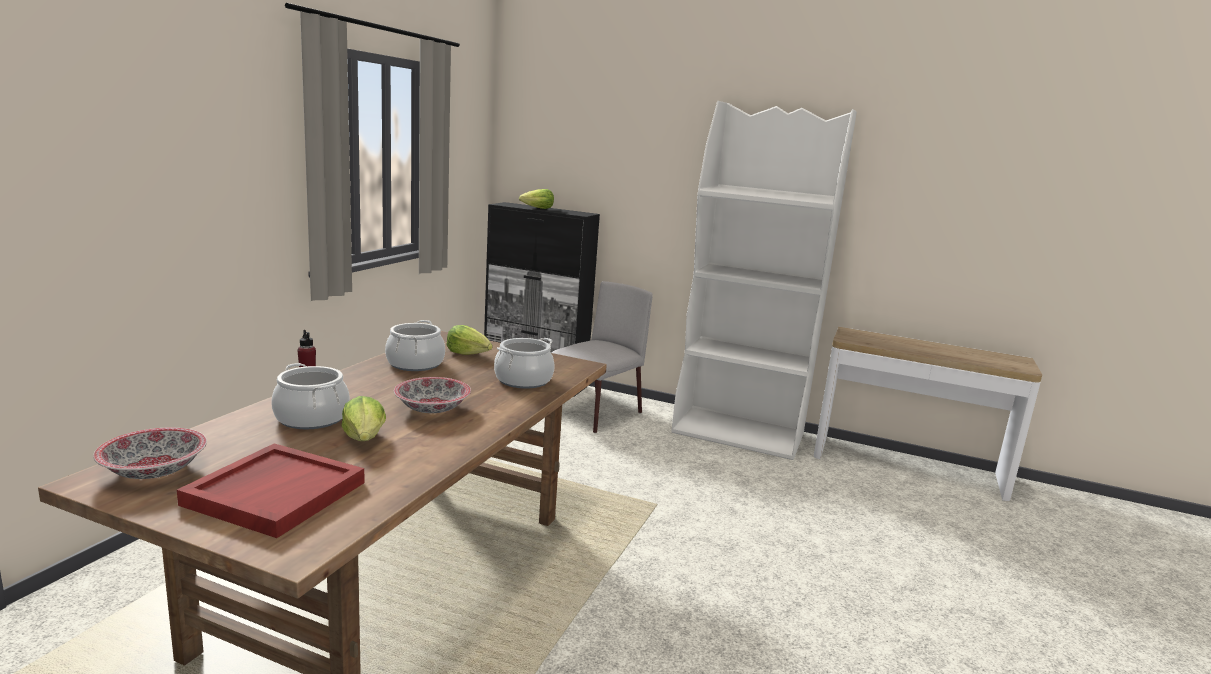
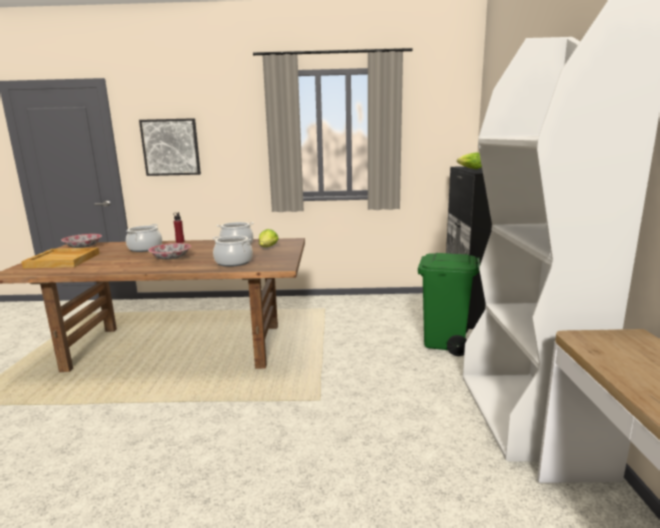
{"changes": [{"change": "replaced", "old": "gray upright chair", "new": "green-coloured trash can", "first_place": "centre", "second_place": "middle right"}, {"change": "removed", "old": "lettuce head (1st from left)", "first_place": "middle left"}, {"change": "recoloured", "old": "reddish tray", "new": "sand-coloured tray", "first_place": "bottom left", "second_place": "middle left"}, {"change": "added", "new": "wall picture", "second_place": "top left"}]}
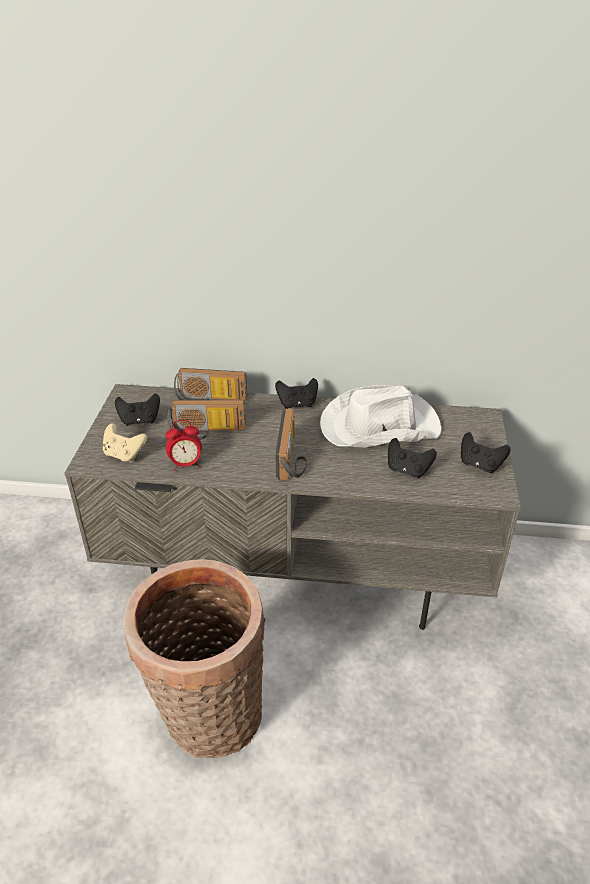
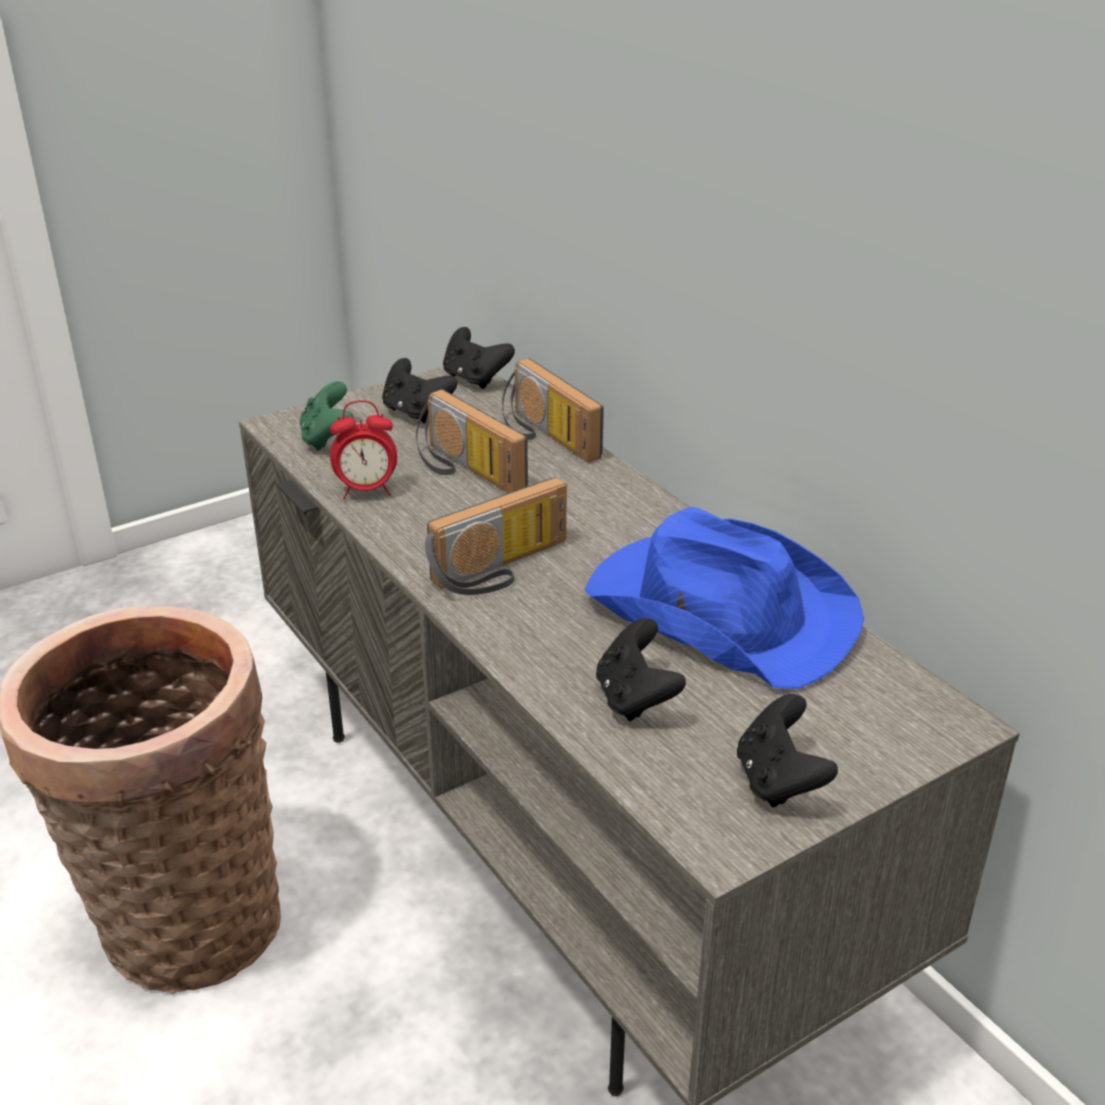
{"changes": [{"change": "moved", "old": "black-coloured game controller (2nd from left)", "first_place": "centre", "second_place": "top centre"}, {"change": "recoloured", "old": "white-coloured wearable hat", "new": "blue-coloured wearable hat", "first_place": "centre", "second_place": "centre"}, {"change": "turned", "old": "table clock", "first_place": "middle left", "second_place": "middle left", "degrees": -45}, {"change": "recoloured", "old": "sand-coloured game controller", "new": "green-coloured game controller", "first_place": "middle left", "second_place": "middle left"}]}
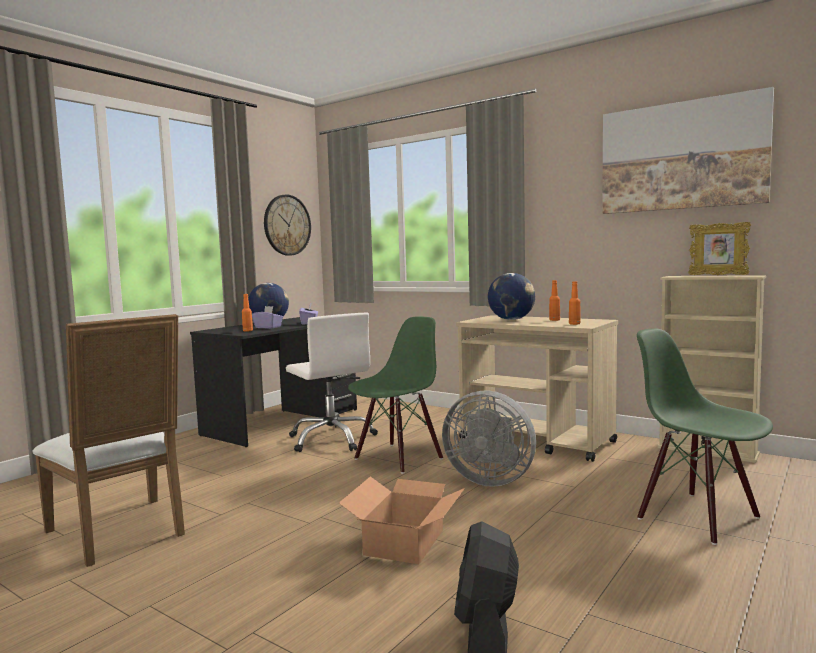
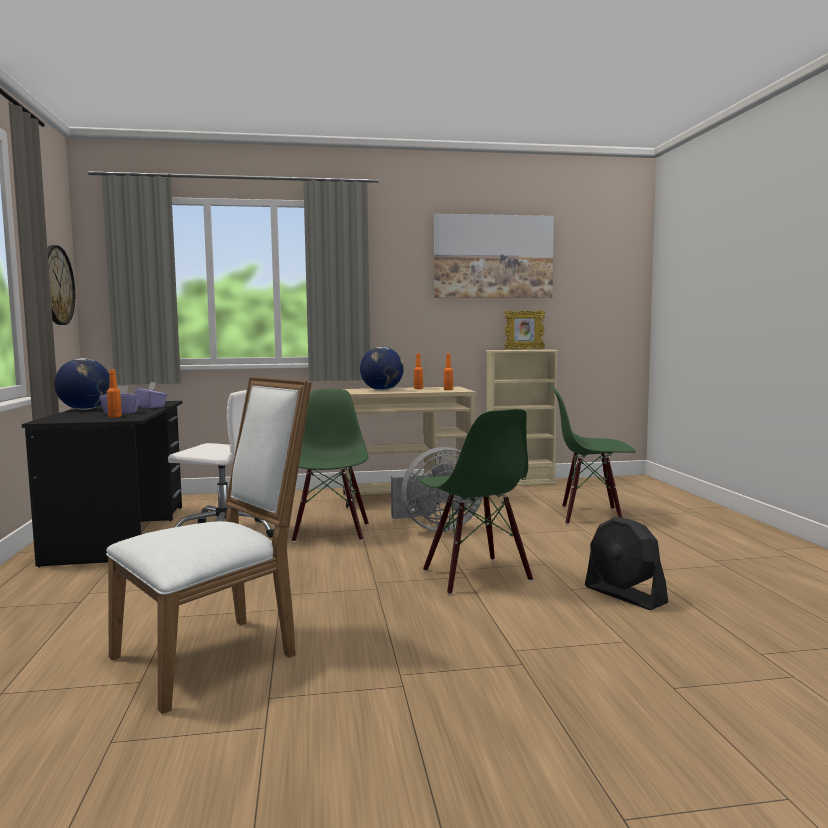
{"changes": [{"change": "turned", "old": "white-coloured upright chair", "first_place": "bottom left", "second_place": "middle left", "degrees": -45}, {"change": "replaced", "old": "packing box", "new": "green-coloured upright chair (2nd from left)", "first_place": "bottom centre", "second_place": "centre"}]}
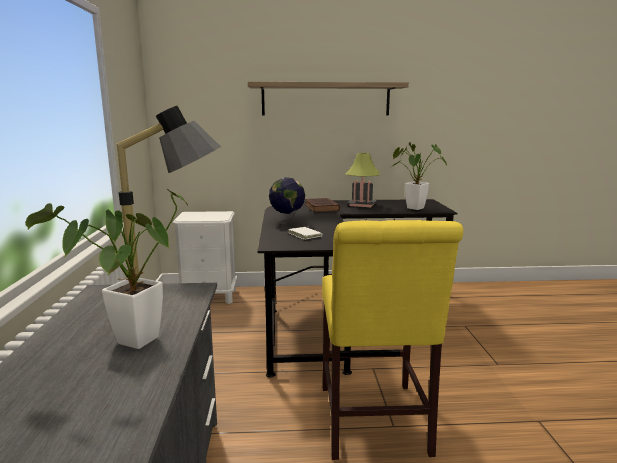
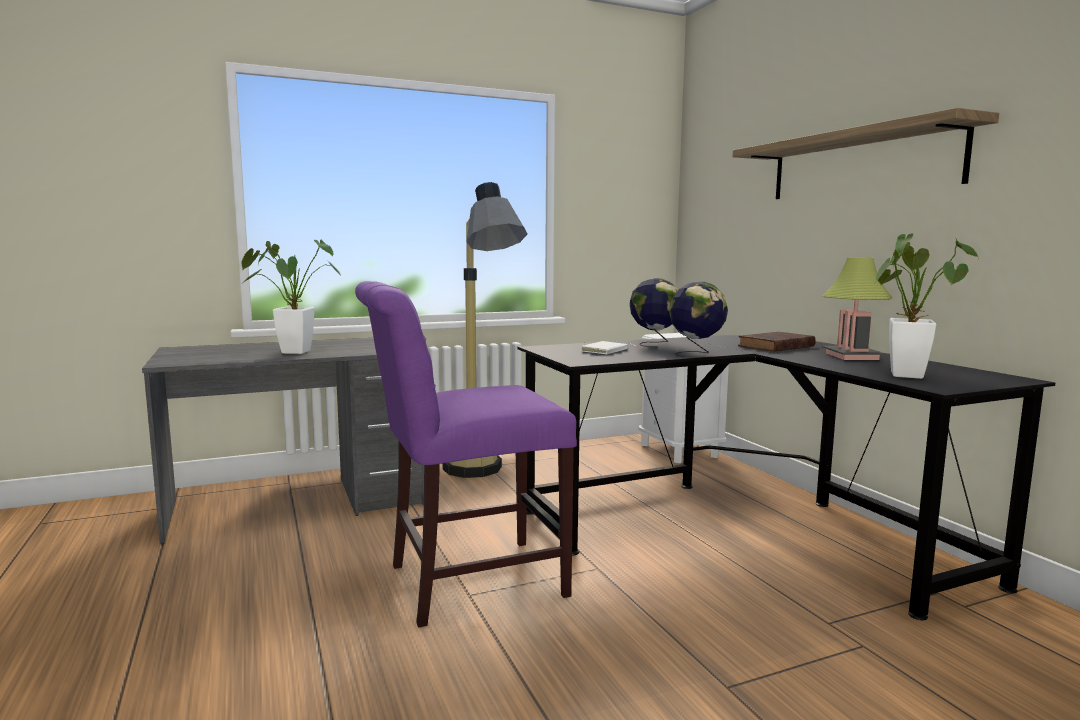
{"changes": [{"change": "recoloured", "old": "yellow-coloured upright chair", "new": "purplish upright chair", "first_place": "bottom centre", "second_place": "centre"}, {"change": "added", "new": "desk globe (2nd from left)", "second_place": "centre"}]}
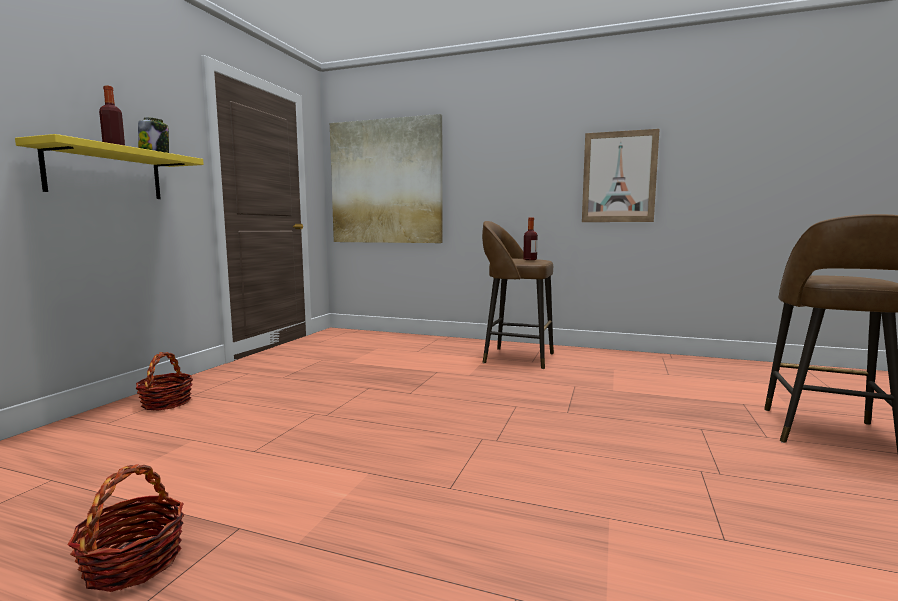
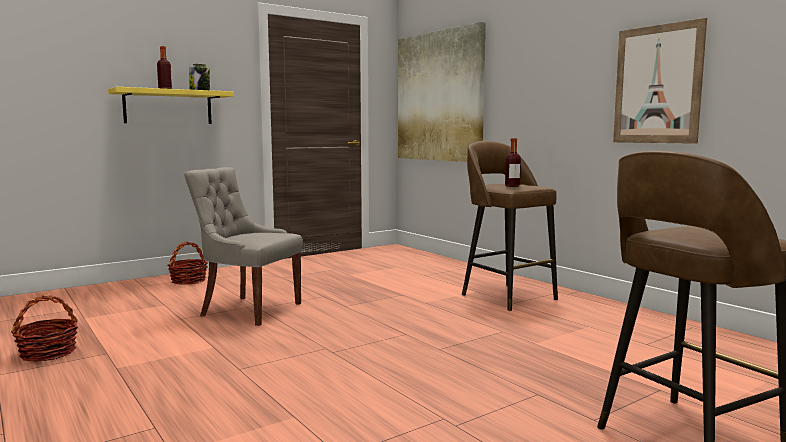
{"changes": [{"change": "added", "new": "gray upright chair", "second_place": "middle left"}]}
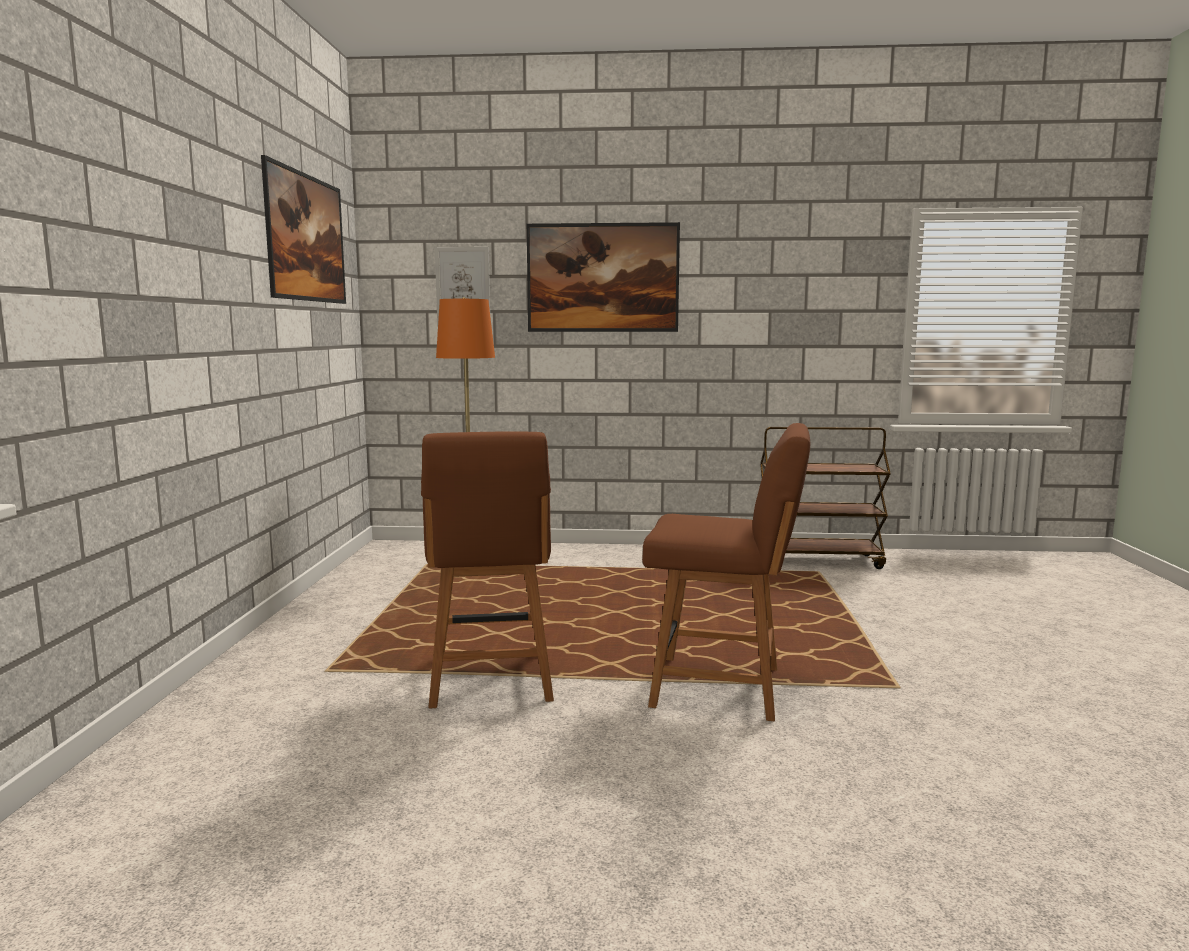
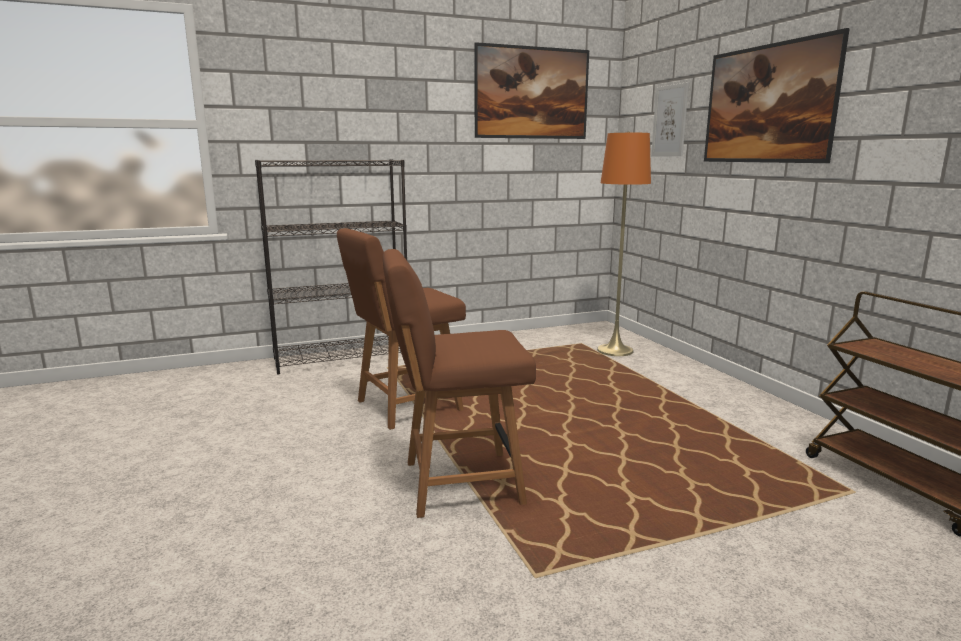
{"changes": [{"change": "turned", "old": "brown upright chair (2nd from left)", "first_place": "centre", "second_place": "centre", "degrees": 90}, {"change": "added", "new": "black-coloured bookshelf", "second_place": "centre"}]}
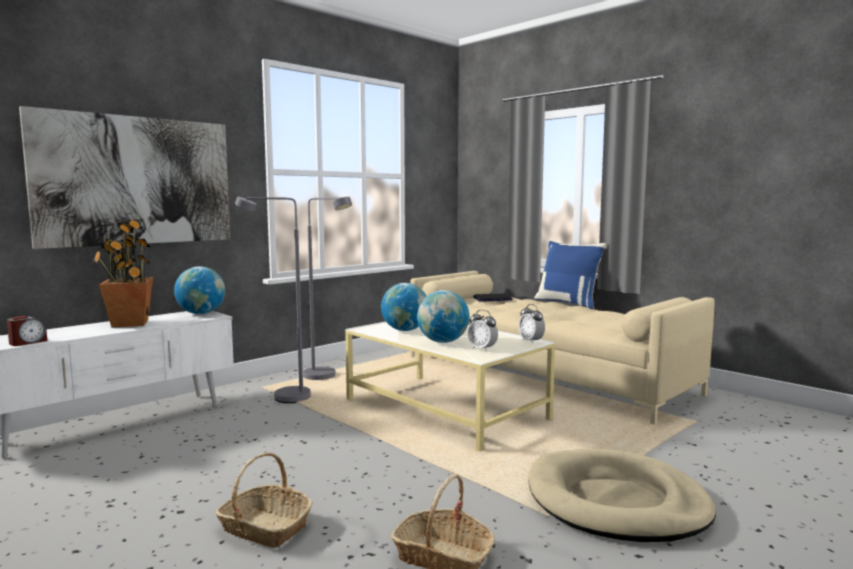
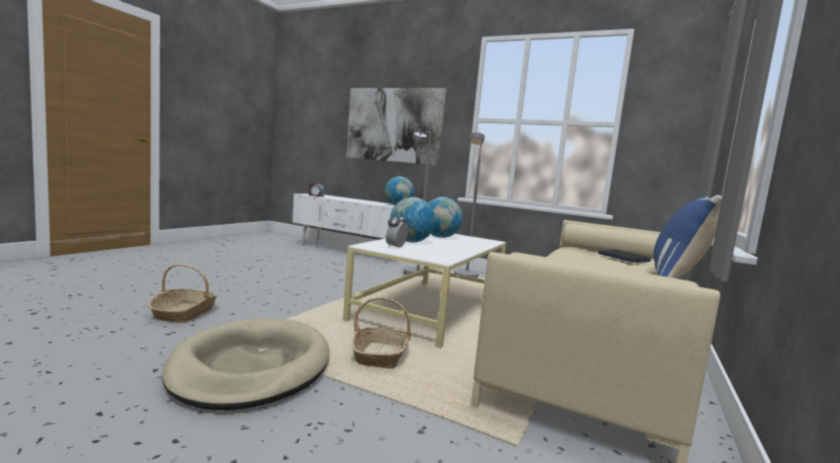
{"changes": [{"change": "removed", "old": "potted plant", "first_place": "middle left"}, {"change": "removed", "old": "table clock (3rd from left)", "first_place": "centre"}, {"change": "moved", "old": "household basket (1st from left in the first image)", "new": "household basket (2nd from left)", "first_place": "bottom left", "second_place": "bottom centre"}]}
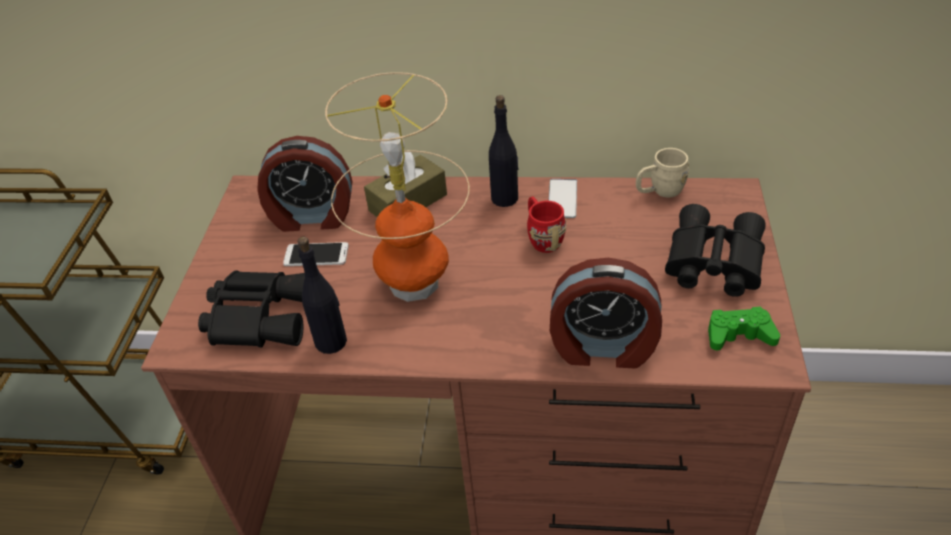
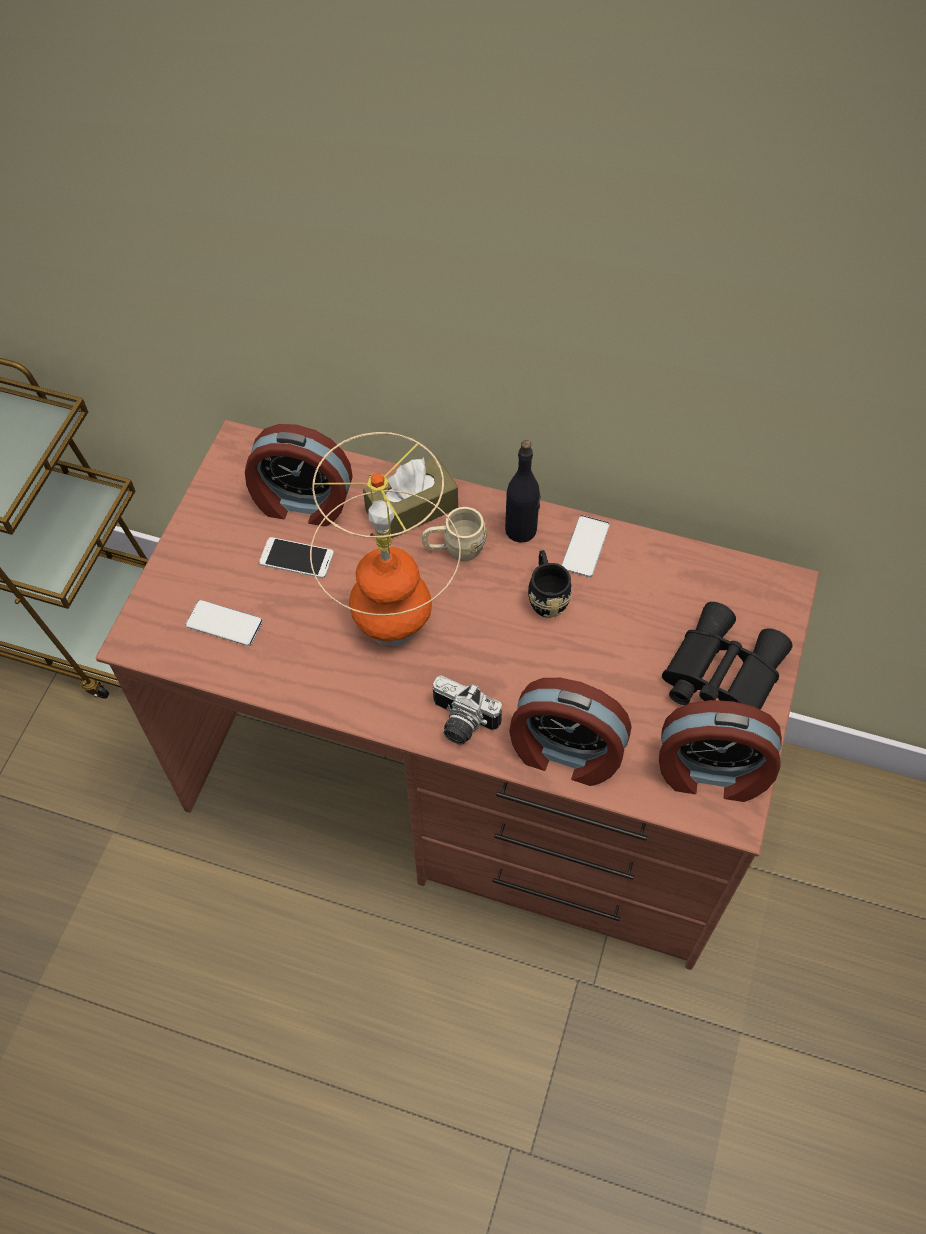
{"changes": [{"change": "moved", "old": "sand-coloured coffee mug", "first_place": "top right", "second_place": "centre"}, {"change": "recoloured", "old": "reddish coffee mug", "new": "black-coloured coffee mug", "first_place": "centre", "second_place": "centre"}, {"change": "removed", "old": "black-coloured bottle (1st from left)", "first_place": "centre"}, {"change": "replaced", "old": "black-coloured binoculars (1st from left)", "new": "handset (1st from left)", "first_place": "middle left", "second_place": "middle left"}, {"change": "replaced", "old": "green-coloured game controller", "new": "table clock (3rd from left)", "first_place": "middle right", "second_place": "middle right"}, {"change": "added", "new": "photo camera", "second_place": "centre"}]}
